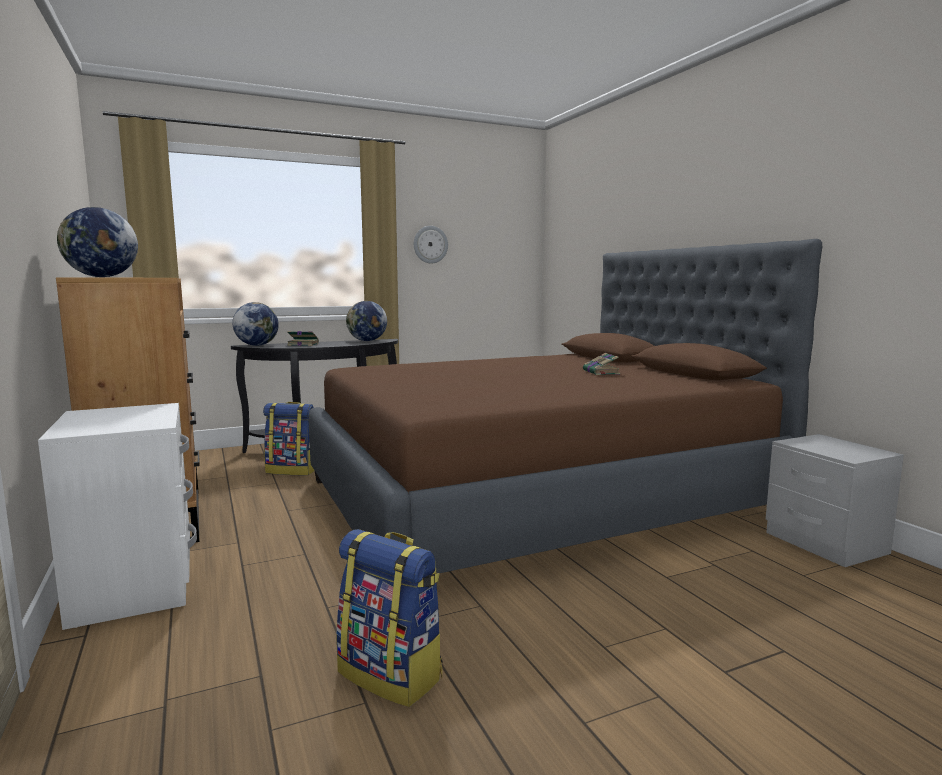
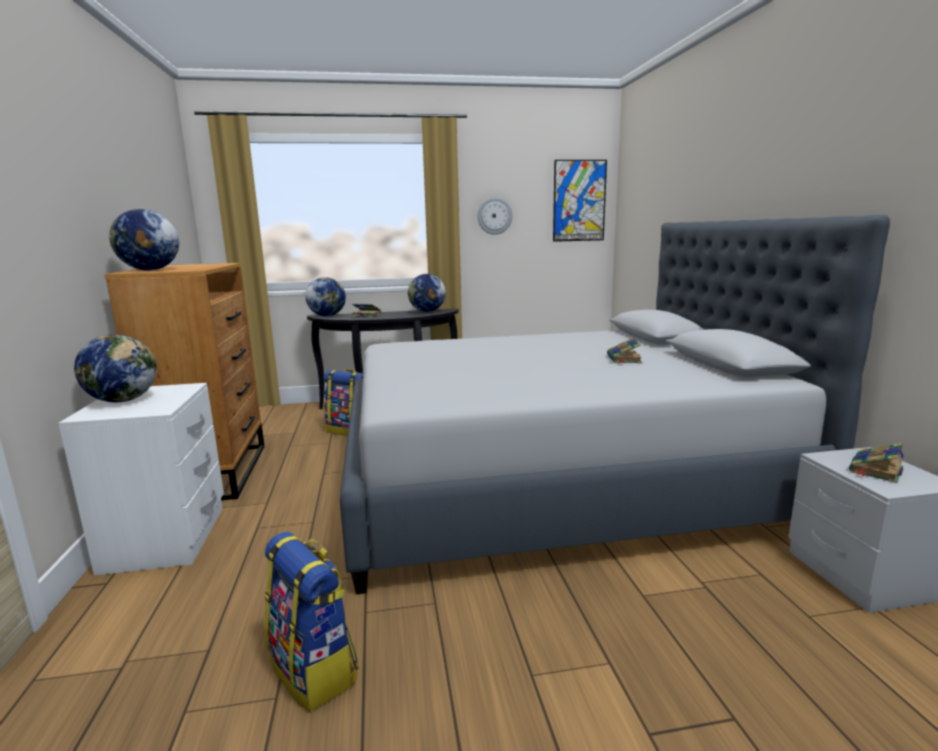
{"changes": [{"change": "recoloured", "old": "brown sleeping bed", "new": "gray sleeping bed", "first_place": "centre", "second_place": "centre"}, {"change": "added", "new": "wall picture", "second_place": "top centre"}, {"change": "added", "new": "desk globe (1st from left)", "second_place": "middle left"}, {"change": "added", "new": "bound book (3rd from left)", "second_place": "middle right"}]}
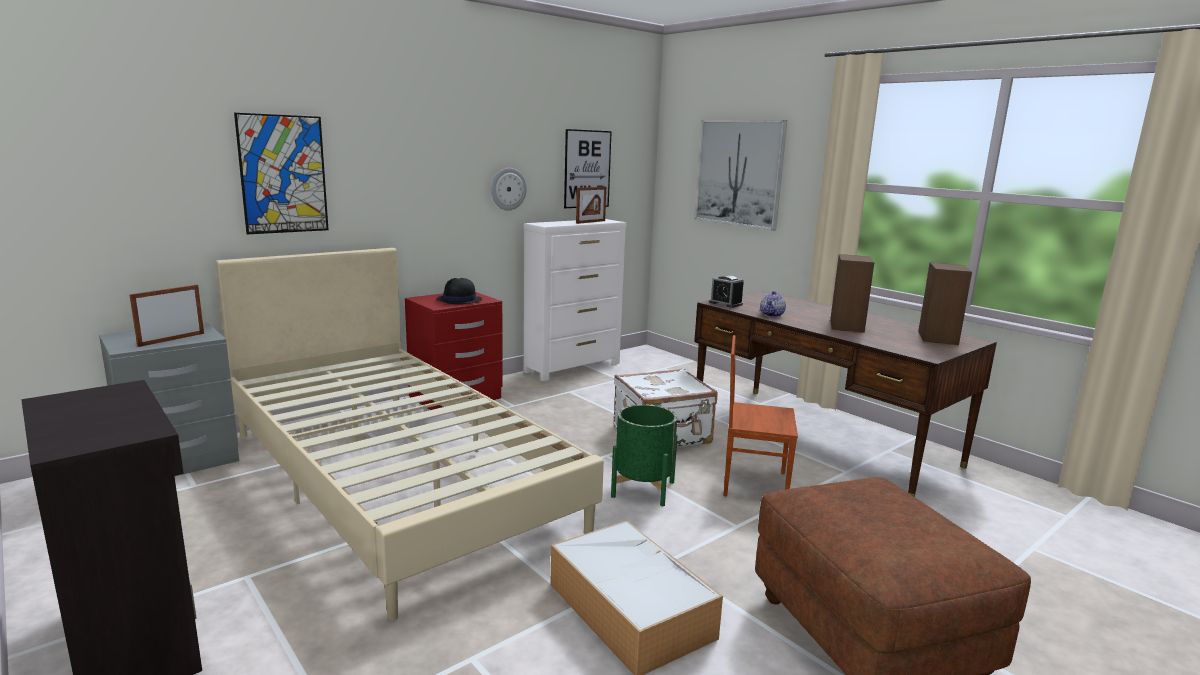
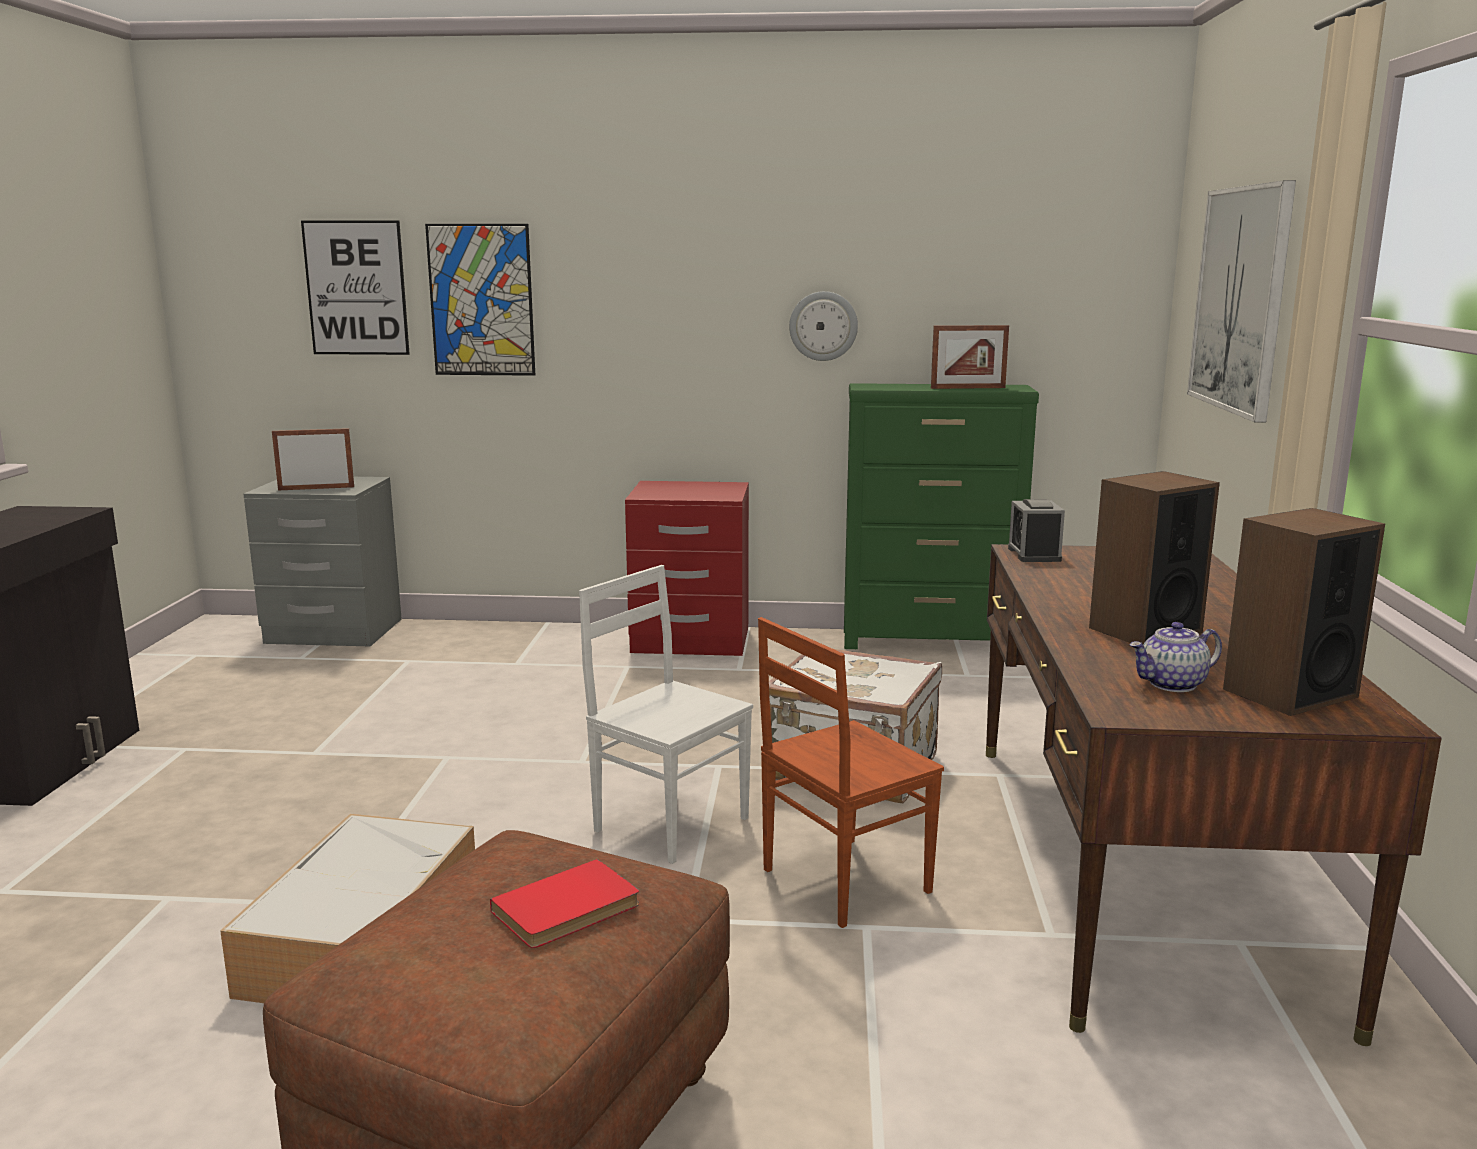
{"changes": [{"change": "moved", "old": "wall picture (2nd from left in the first image)", "new": "wall picture (1st from left)", "first_place": "top centre", "second_place": "top left"}, {"change": "recoloured", "old": "white-coloured chest of drawers", "new": "green-coloured chest of drawers", "first_place": "centre", "second_place": "centre"}, {"change": "removed", "old": "sand-coloured sleeping bed", "first_place": "centre"}, {"change": "removed", "old": "black-coloured wearable hat", "first_place": "centre"}, {"change": "moved", "old": "pot for tea", "first_place": "centre", "second_place": "middle right"}, {"change": "turned", "old": "brown upright chair", "first_place": "centre", "second_place": "bottom centre", "degrees": -90}, {"change": "replaced", "old": "green-coloured flower pot", "new": "white-coloured upright chair", "first_place": "bottom centre", "second_place": "centre"}, {"change": "added", "new": "reddish bound book", "second_place": "bottom centre"}]}
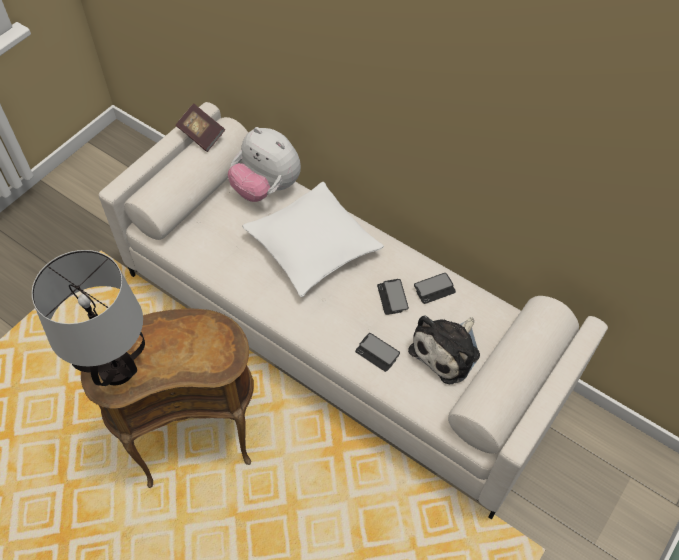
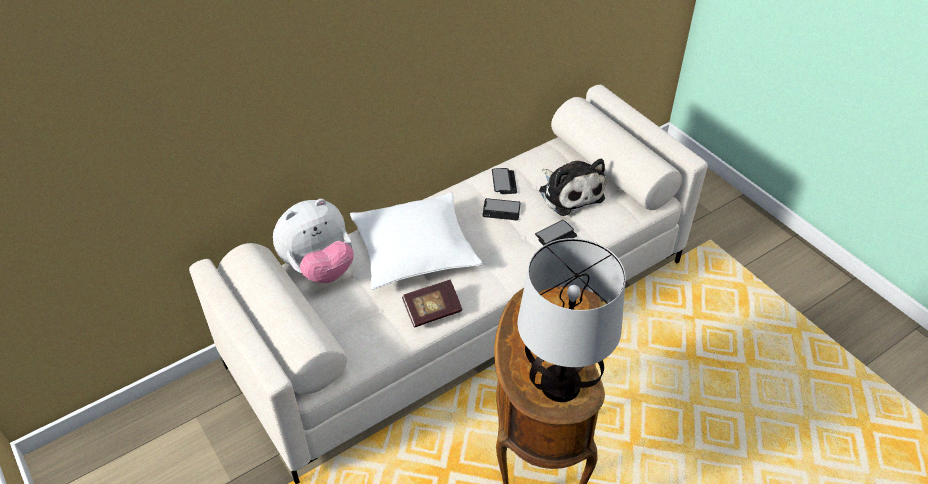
{"changes": [{"change": "moved", "old": "bound book", "first_place": "top left", "second_place": "centre"}]}
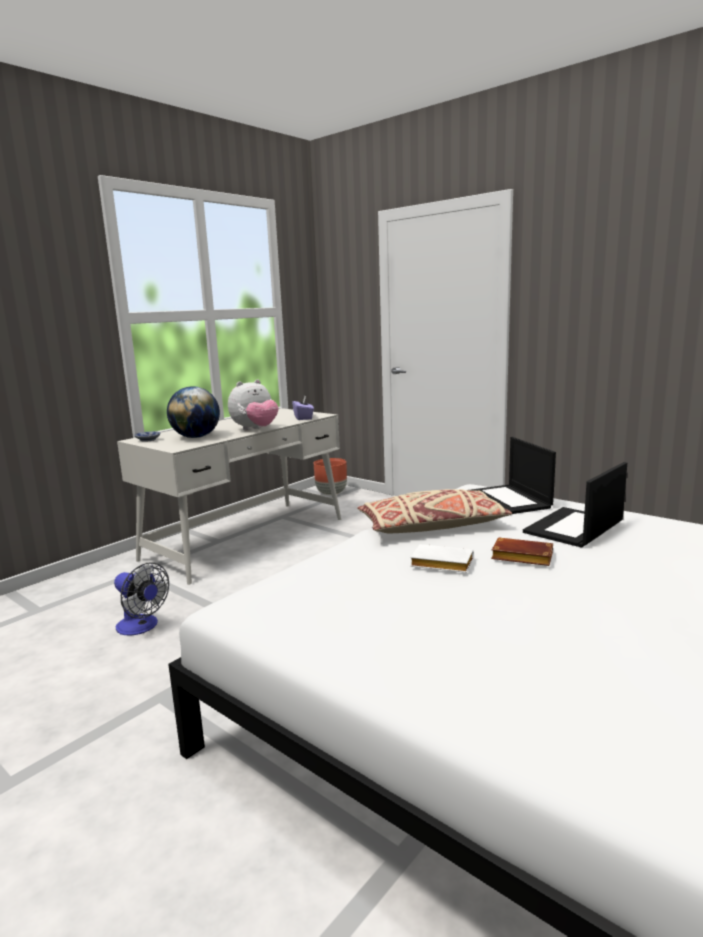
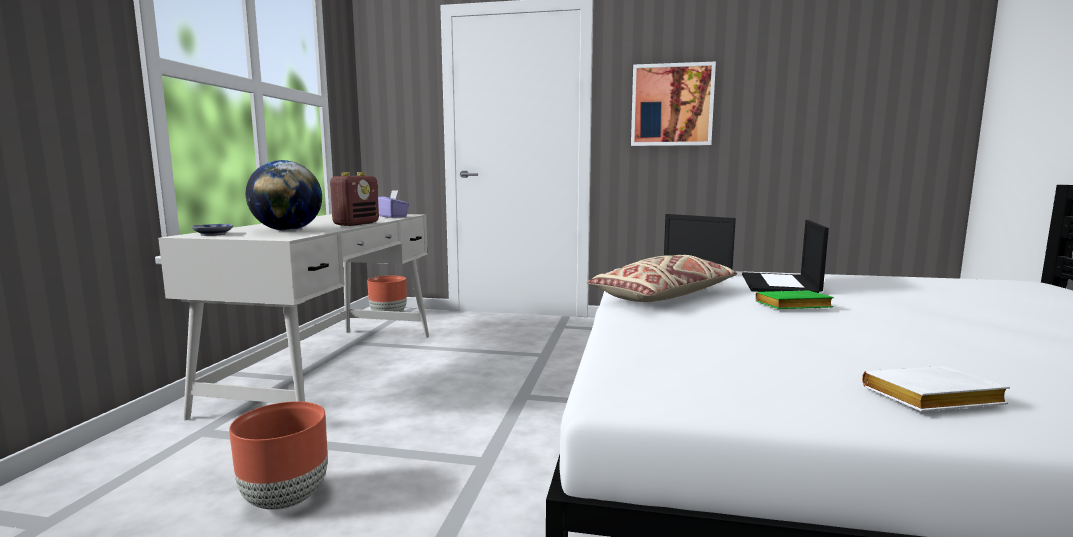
{"changes": [{"change": "replaced", "old": "cuddly toy", "new": "radio set", "first_place": "centre", "second_place": "middle left"}, {"change": "recoloured", "old": "brown bound book", "new": "green-coloured bound book", "first_place": "middle right", "second_place": "middle right"}, {"change": "moved", "old": "white-coloured bound book", "first_place": "centre", "second_place": "bottom right"}, {"change": "replaced", "old": "cooling fan", "new": "brown flower pot (1st from left)", "first_place": "middle left", "second_place": "bottom left"}, {"change": "added", "new": "wall picture", "second_place": "top centre"}]}
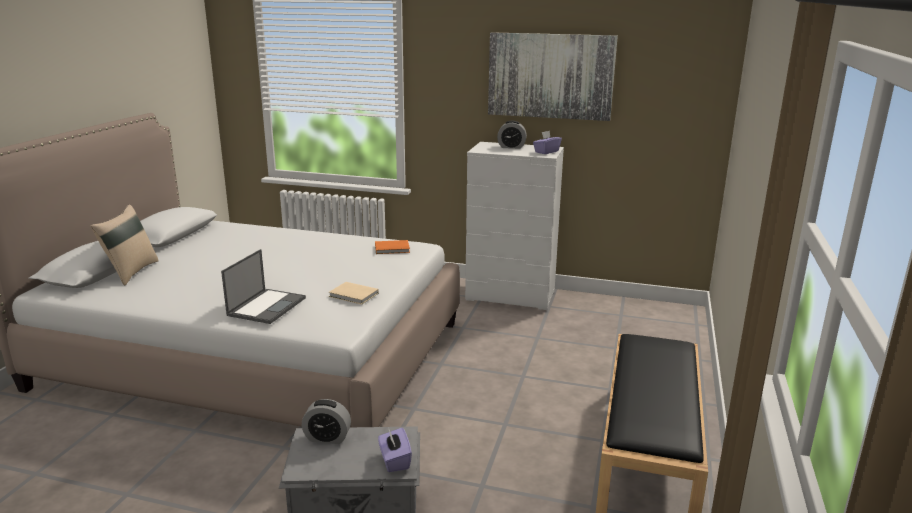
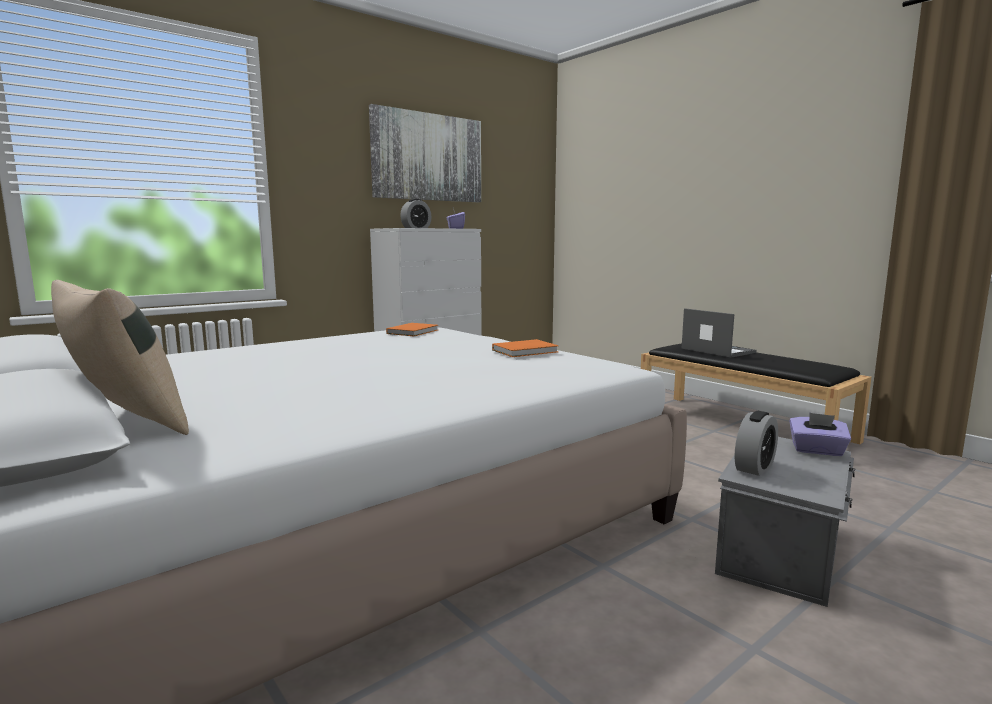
{"changes": [{"change": "moved", "old": "portable computer", "first_place": "middle left", "second_place": "middle right"}, {"change": "recoloured", "old": "sand-coloured bound book", "new": "orange bound book (2nd from left)", "first_place": "centre", "second_place": "centre"}]}
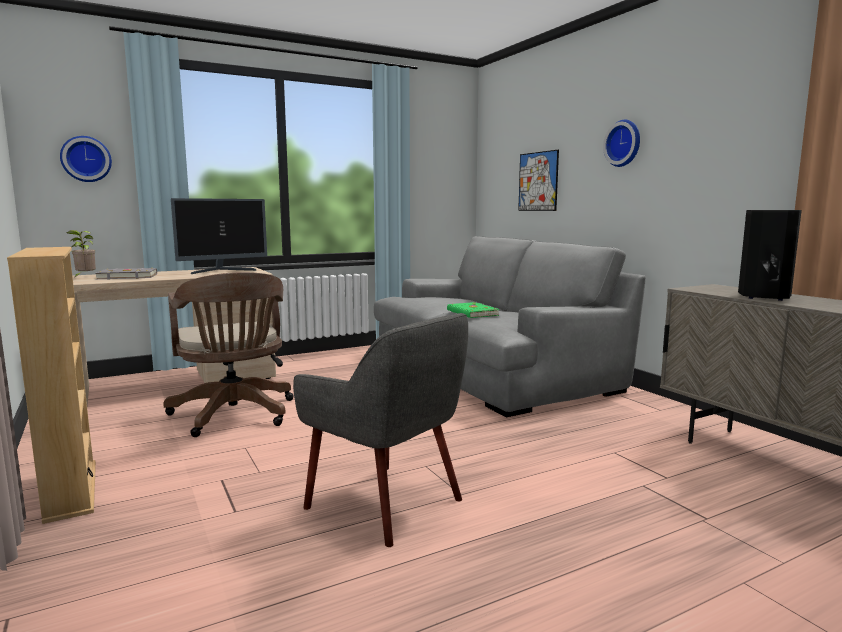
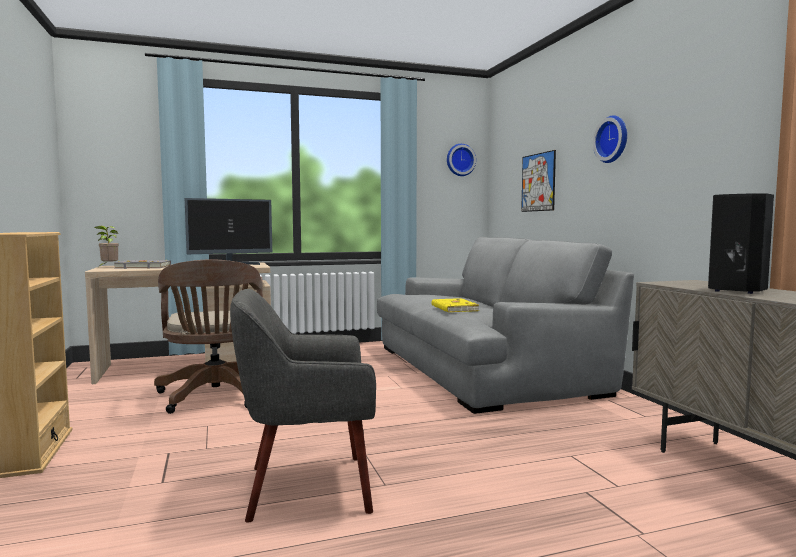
{"changes": [{"change": "moved", "old": "wall clock (1st from left)", "first_place": "top left", "second_place": "top centre"}, {"change": "recoloured", "old": "green-coloured bound book", "new": "yellow-coloured bound book", "first_place": "centre", "second_place": "centre"}, {"change": "turned", "old": "gray easy chair", "first_place": "bottom centre", "second_place": "bottom centre", "degrees": 120}]}
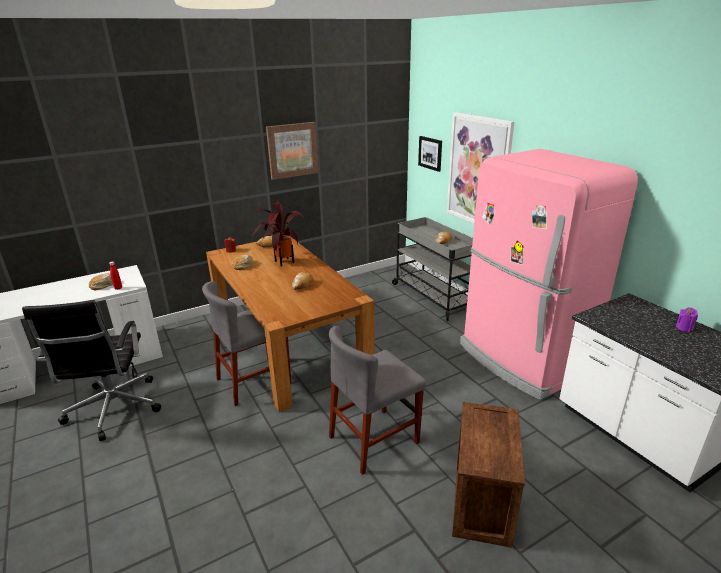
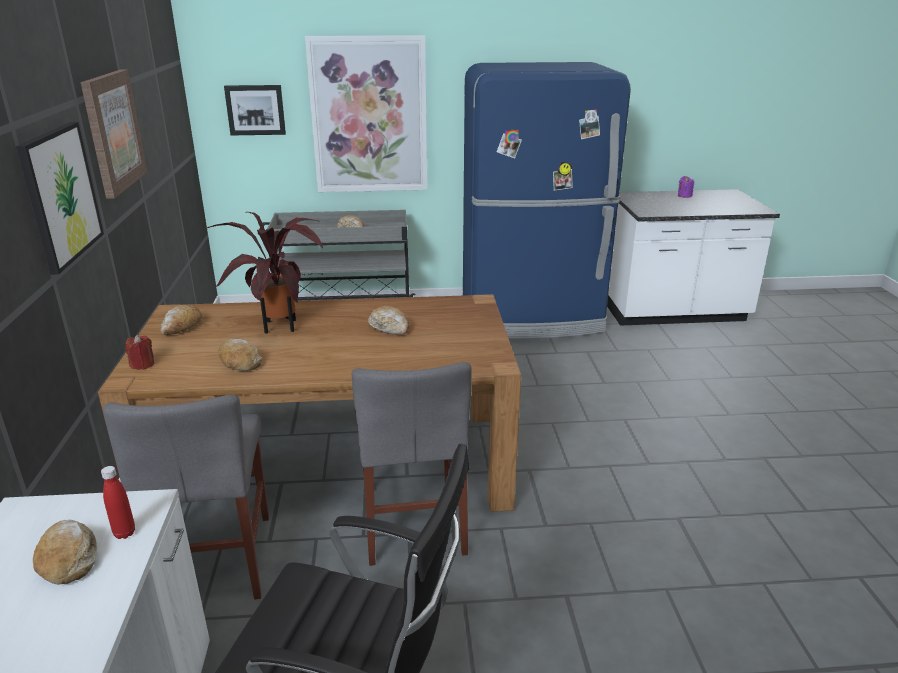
{"changes": [{"change": "recoloured", "old": "pink kitchen fridge", "new": "blue-coloured kitchen fridge", "first_place": "middle right", "second_place": "top centre"}, {"change": "moved", "old": "gray upright chair (2nd from left in the first image)", "new": "gray upright chair (1st from left)", "first_place": "bottom centre", "second_place": "bottom left"}, {"change": "removed", "old": "shipping crate", "first_place": "bottom right"}, {"change": "added", "new": "wall picture (1st from left)", "second_place": "top left"}]}
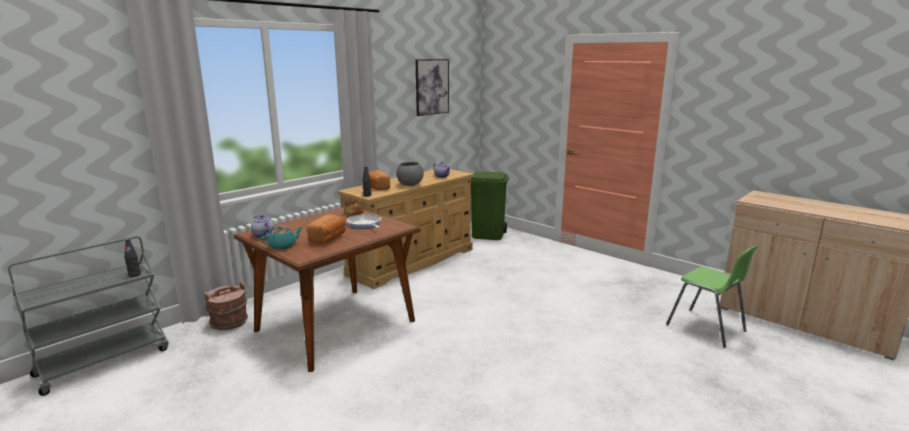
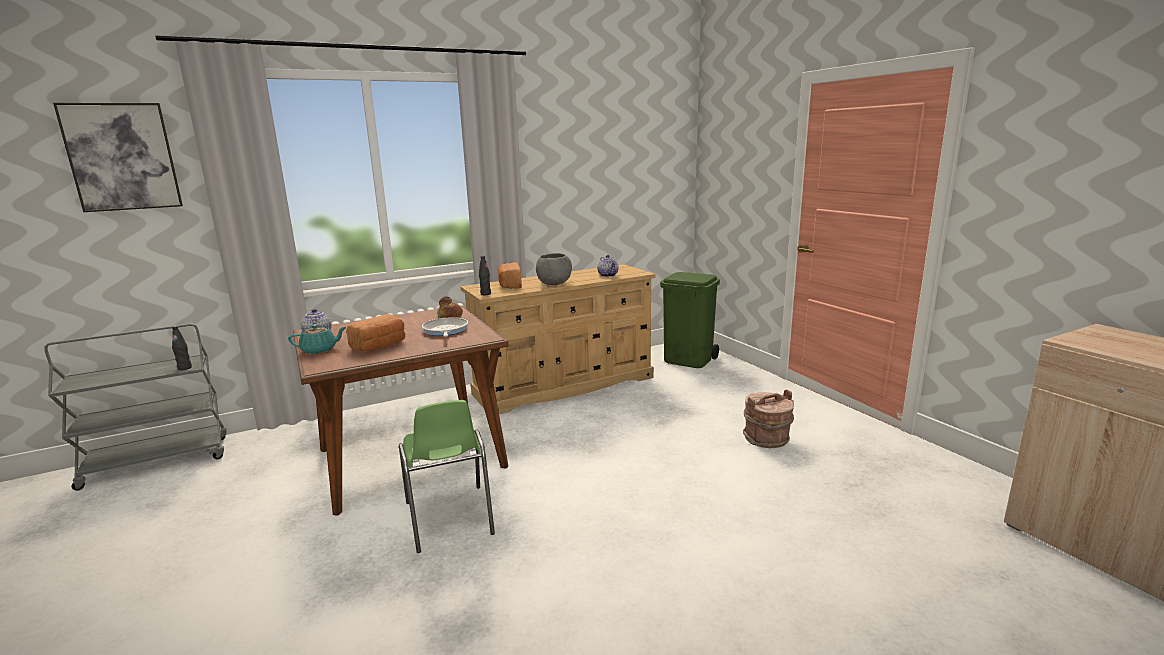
{"changes": [{"change": "moved", "old": "wall picture", "first_place": "top centre", "second_place": "top left"}, {"change": "moved", "old": "green-coloured upright chair", "first_place": "bottom right", "second_place": "bottom centre"}, {"change": "moved", "old": "brown pail", "first_place": "bottom left", "second_place": "centre"}]}
